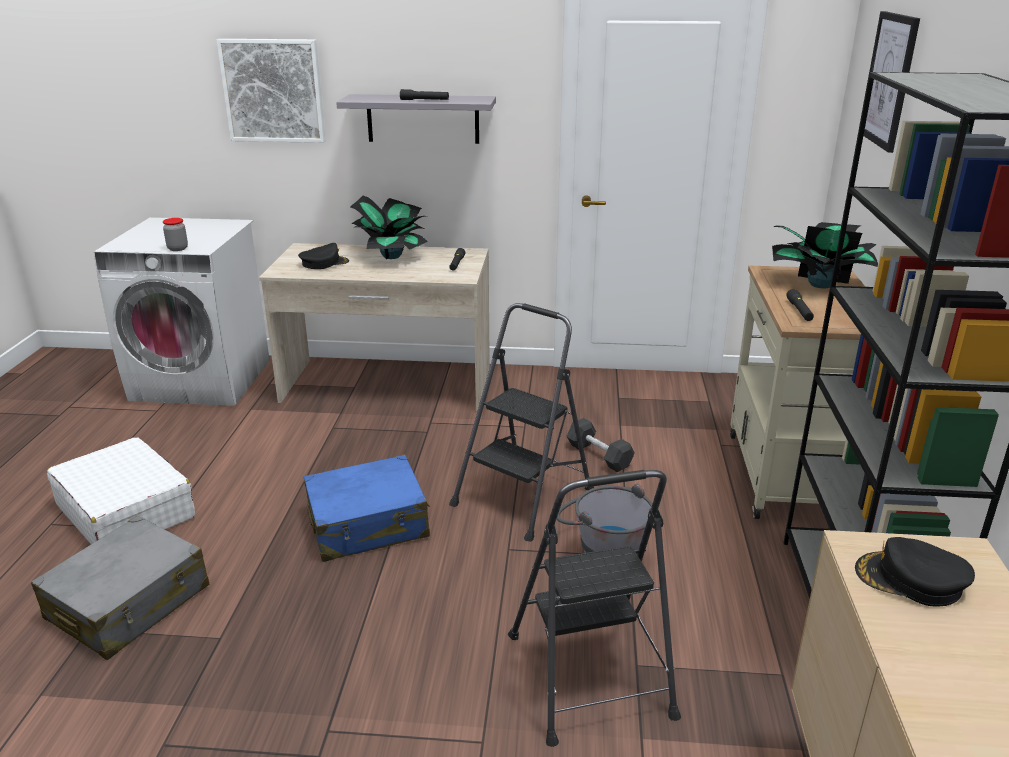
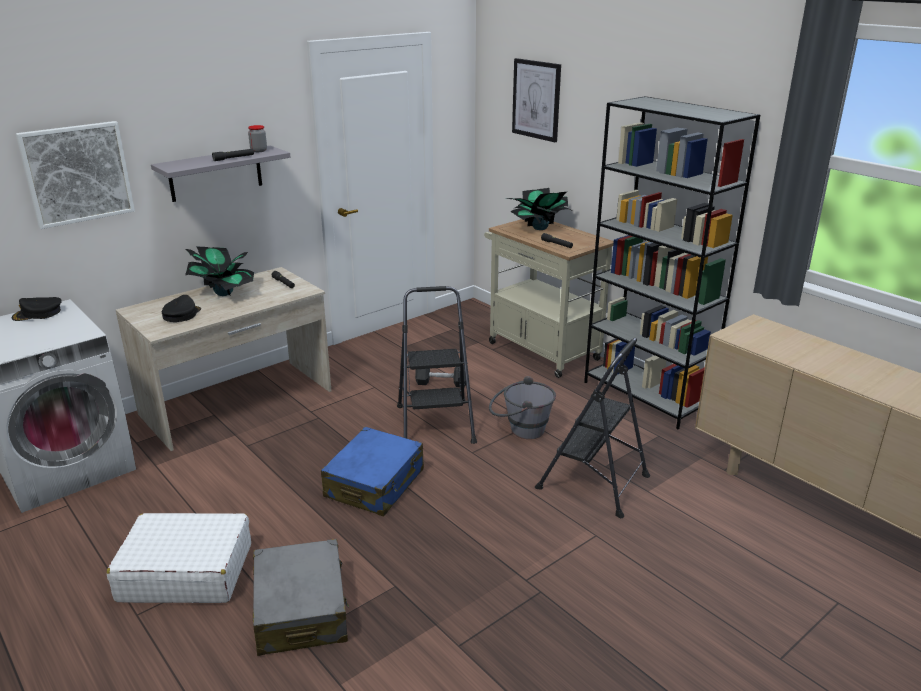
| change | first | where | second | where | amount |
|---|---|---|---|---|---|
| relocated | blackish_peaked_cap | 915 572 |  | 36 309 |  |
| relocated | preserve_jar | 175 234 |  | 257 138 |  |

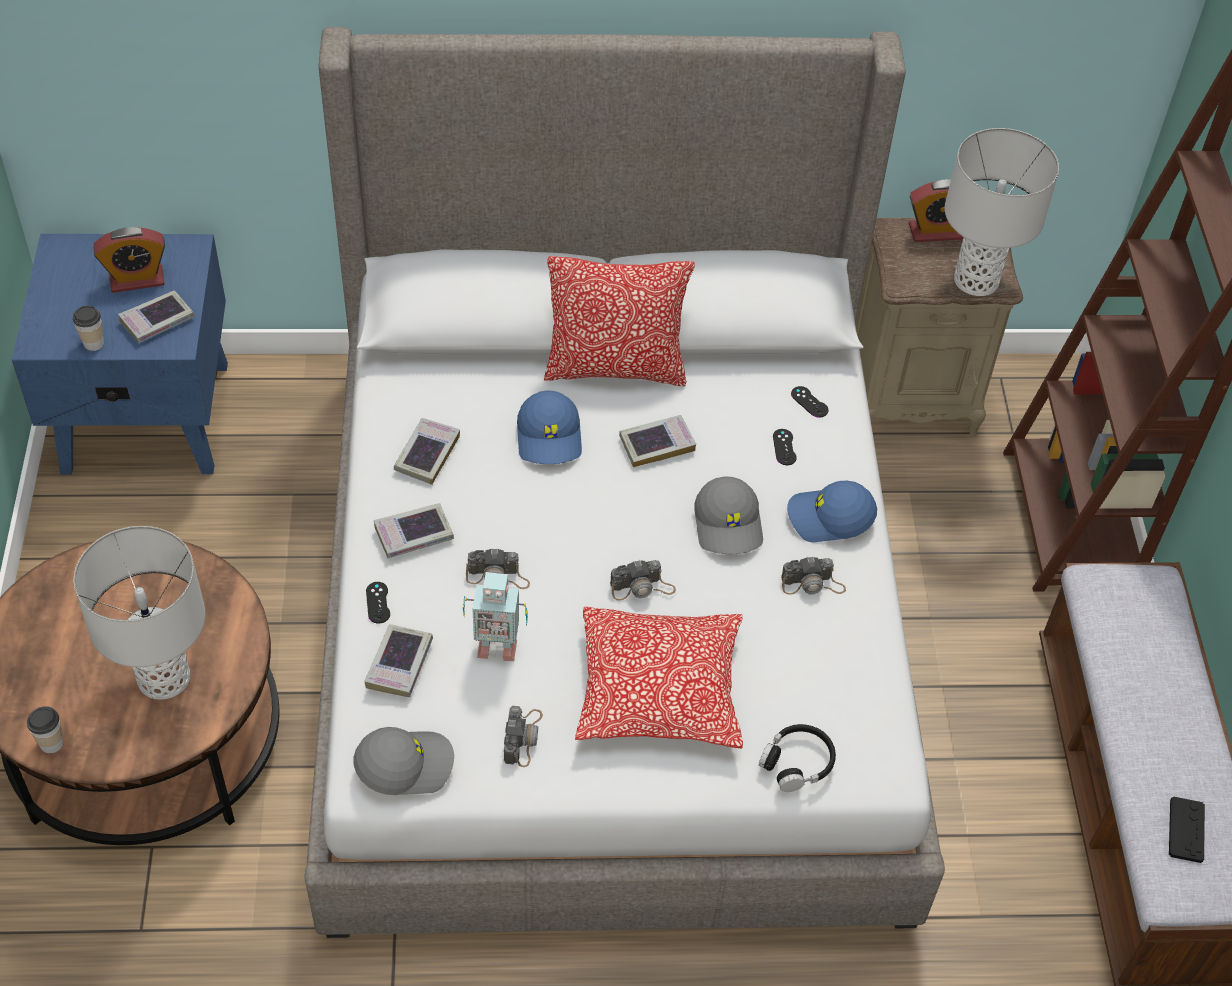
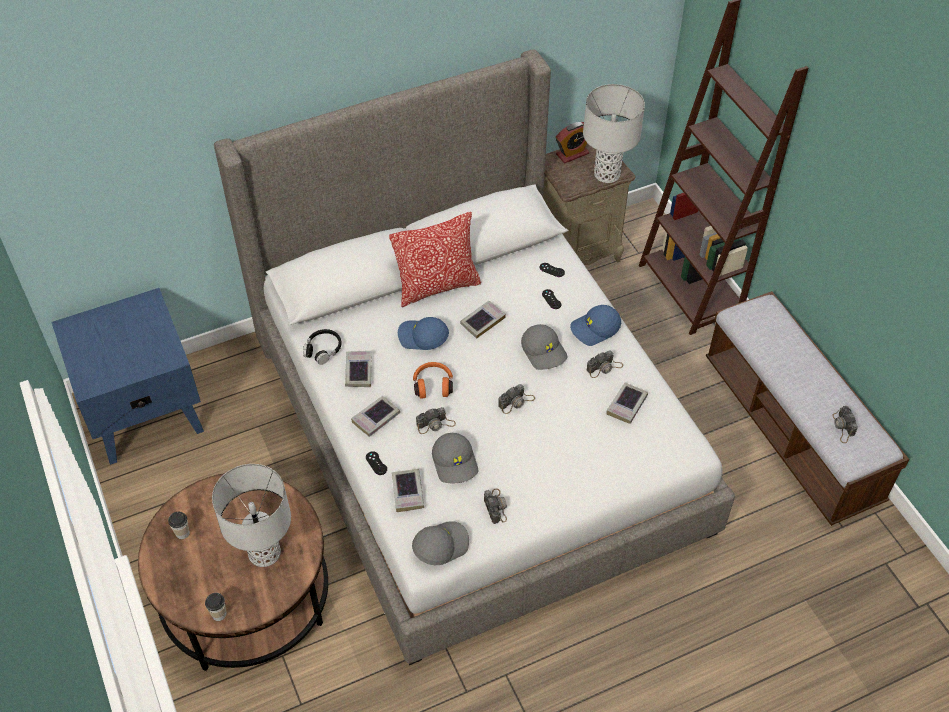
| change | first | where | second | where | amount |
|---|---|---|---|---|---|
| relocated | cup | 88 328 |  | 179 525 |  |
| relocated | blackish_headphones | 797 758 |  | 322 347 |  |
| spun | bluish_peaked_cap | 549 427 |  | 423 333 | 135 degrees clockwise |
| appeared |  |  | orangey_headphones | 433 380 |  |
| exchanged | toy_robot | 495 616 | greyish_peaked_cap | 455 458 |  |
| relocated | bound_book | 156 316 |  | 627 403 |  |
| exchanged | blackish_joypad | 1187 829 | still_camera | 845 424 |  |
| missing | table_clock | 129 260 |  |  |  |
| missing | cushion | 659 677 |  |  |  |

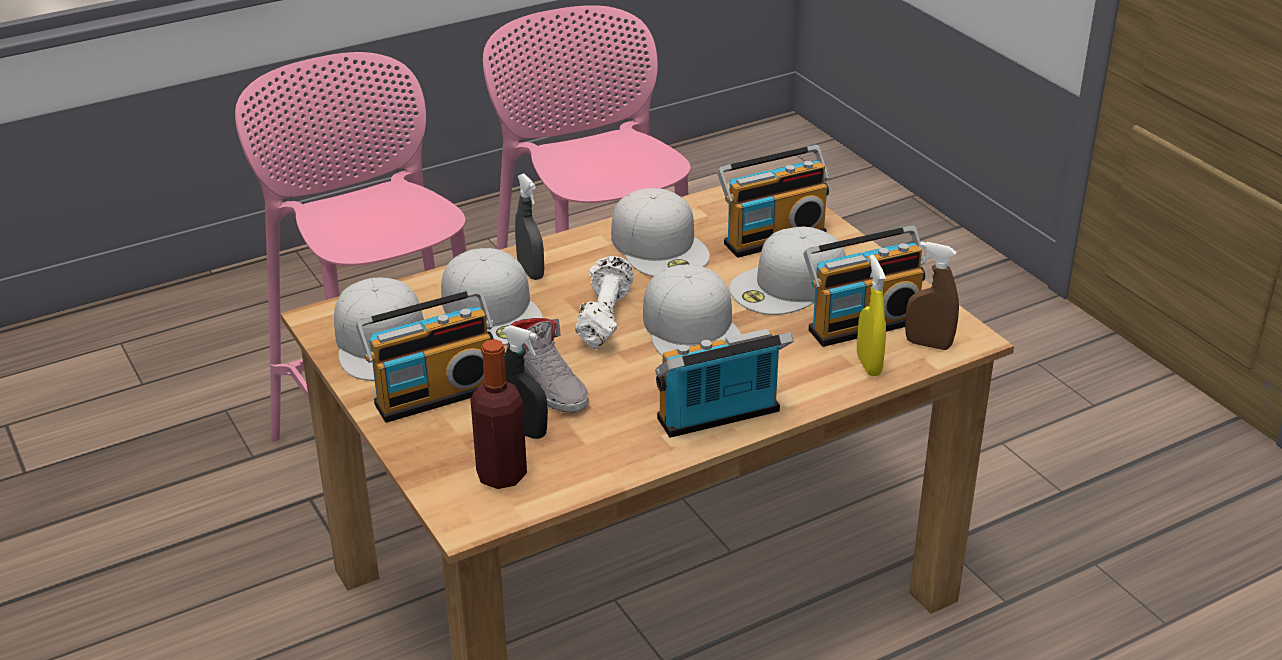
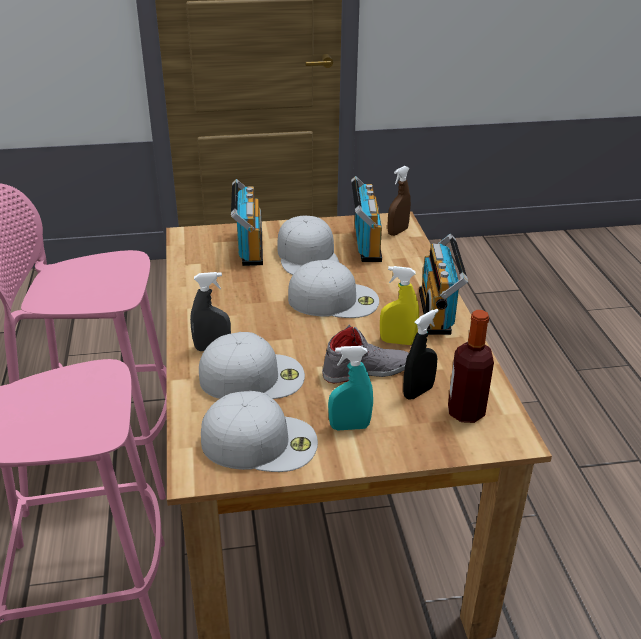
| change | first | where | second | where | amount |
|---|---|---|---|---|---|
| exchanged | radio_set | 425 355 | turquoise_spray_bottle | 350 388 |  |
| relocated | yellow_spray_bottle | 871 315 |  | 399 305 |  |
| missing | white-coloured_hand_weight | 604 302 |  |  |  |
| missing | white-coloured_peaked_cap | 660 232 |  |  |  |

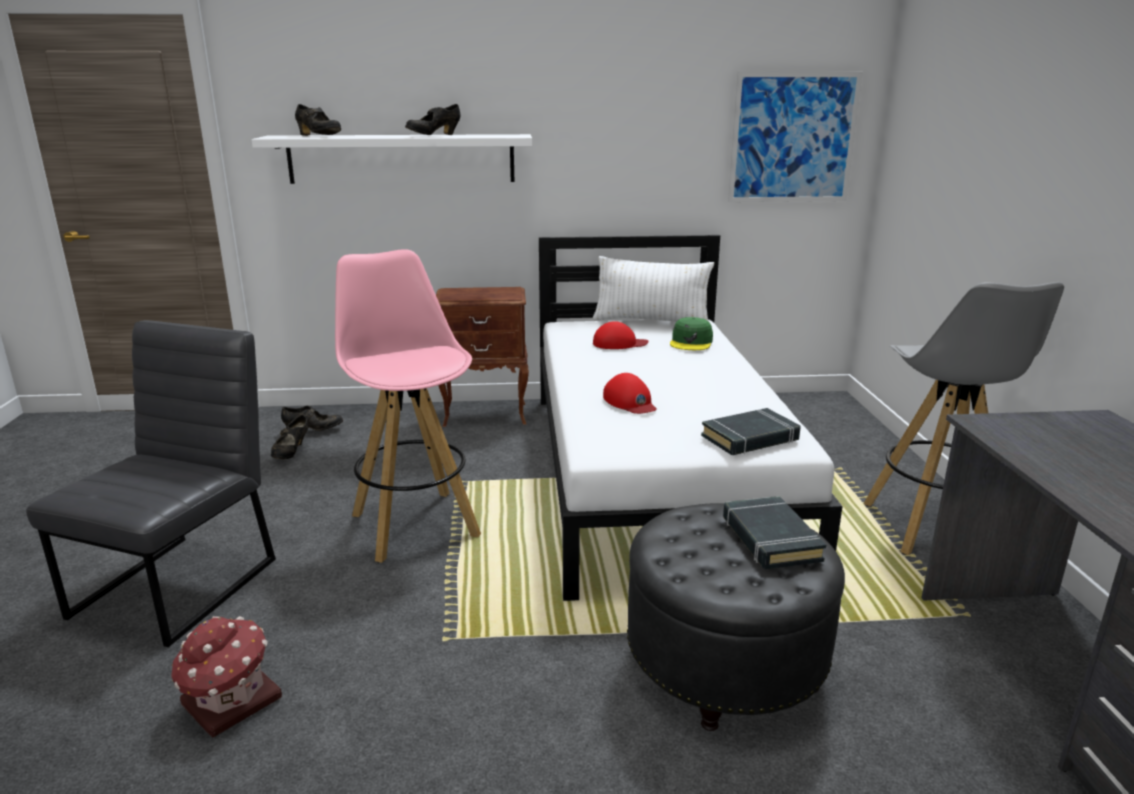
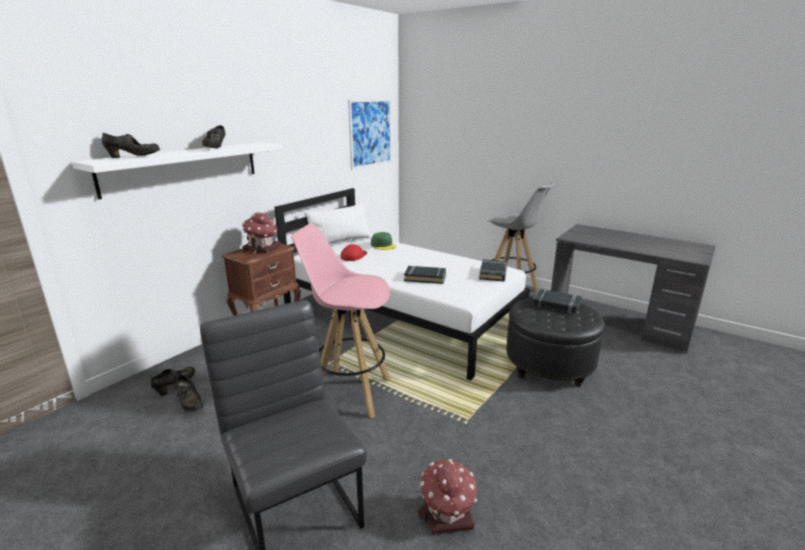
| change | first | where | second | where | amount |
|---|---|---|---|---|---|
| appeared |  |  | model_house | 261 233 |  |
| exchanged | reddish_peaked_cap | 630 393 | blackish_bound_book | 425 275 |  |

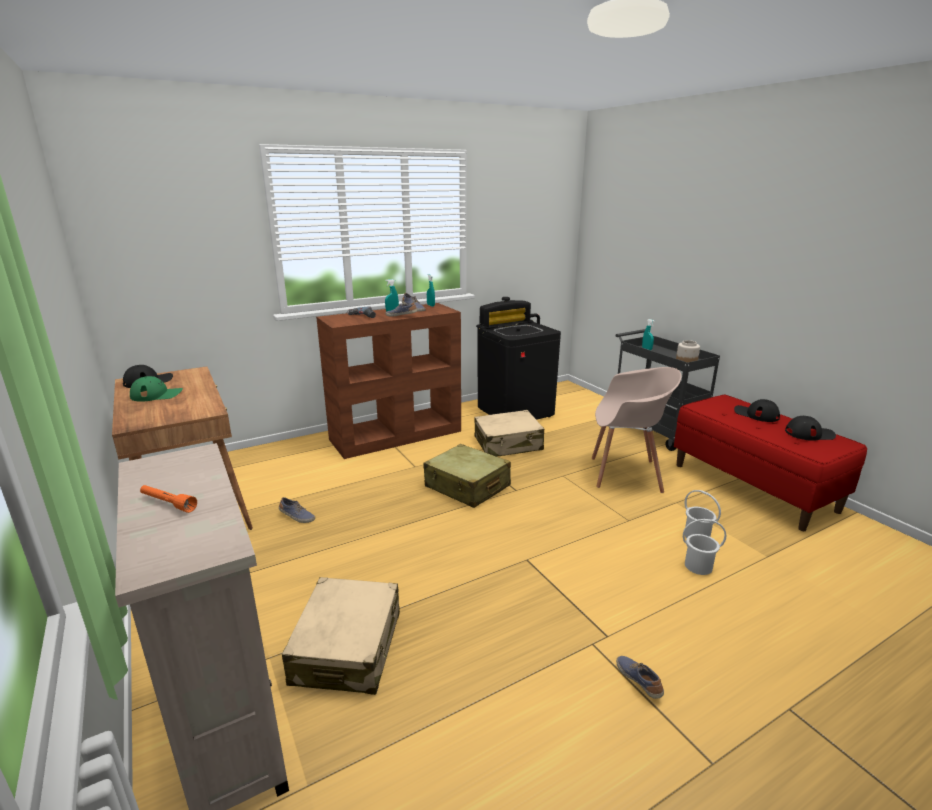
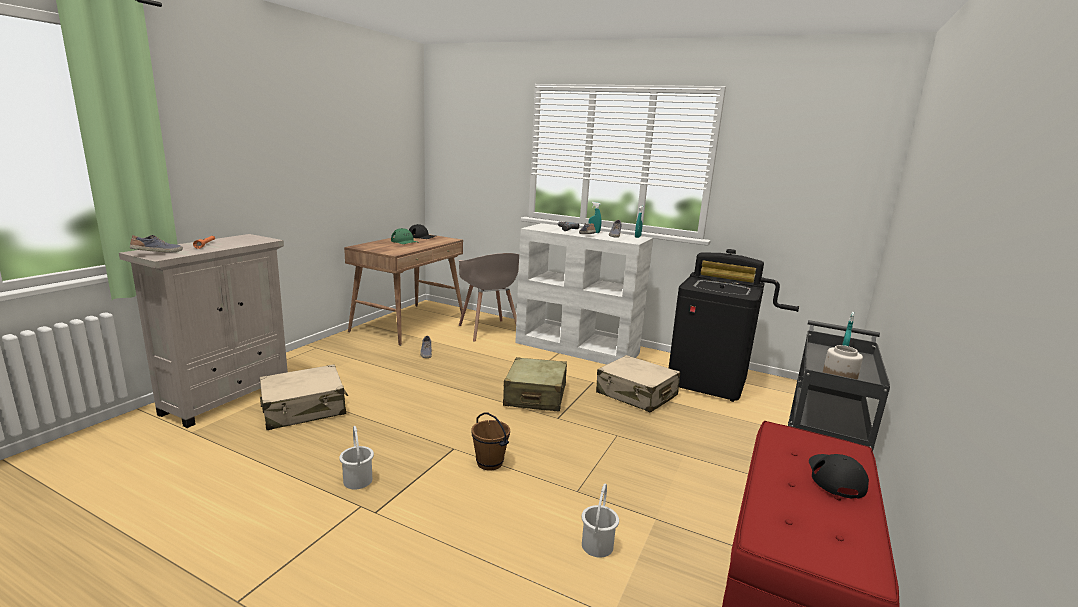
| change | first | where | second | where | amount |
|---|---|---|---|---|---|
| relocated | shoe | 640 677 |  | 156 244 |  |
| relocated | white-coloured_bucket | 704 547 |  | 356 457 |  |
| relocated | sand-coloured_chair | 636 430 |  | 488 297 |  |
| appeared |  |  | brownish_bucket | 490 441 |  |
| colour | brownish_bookcase | 388 381 | white-coloured_bookcase | 584 294 |  |
| missing | blackish_peaked_cap | 810 428 |  |  |  |

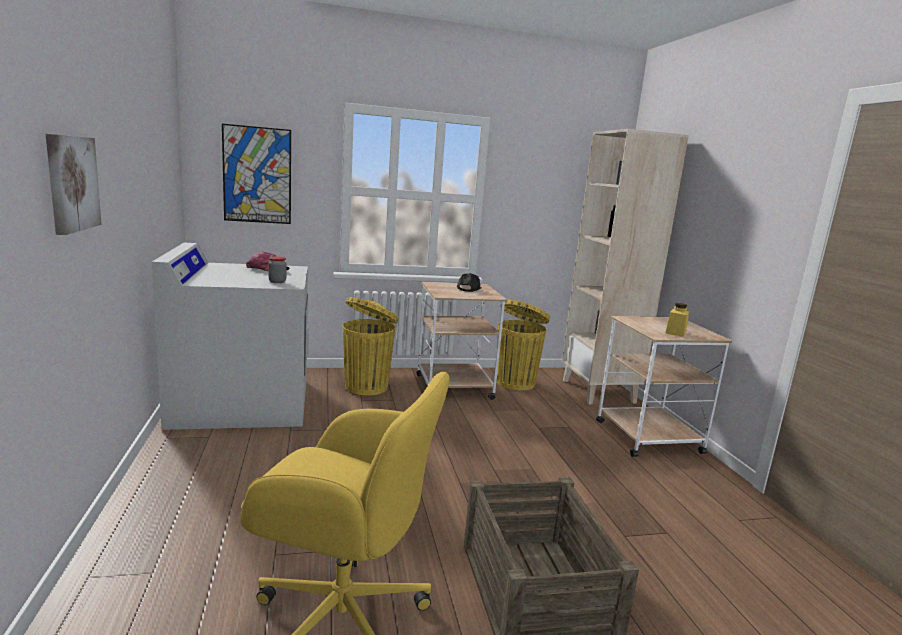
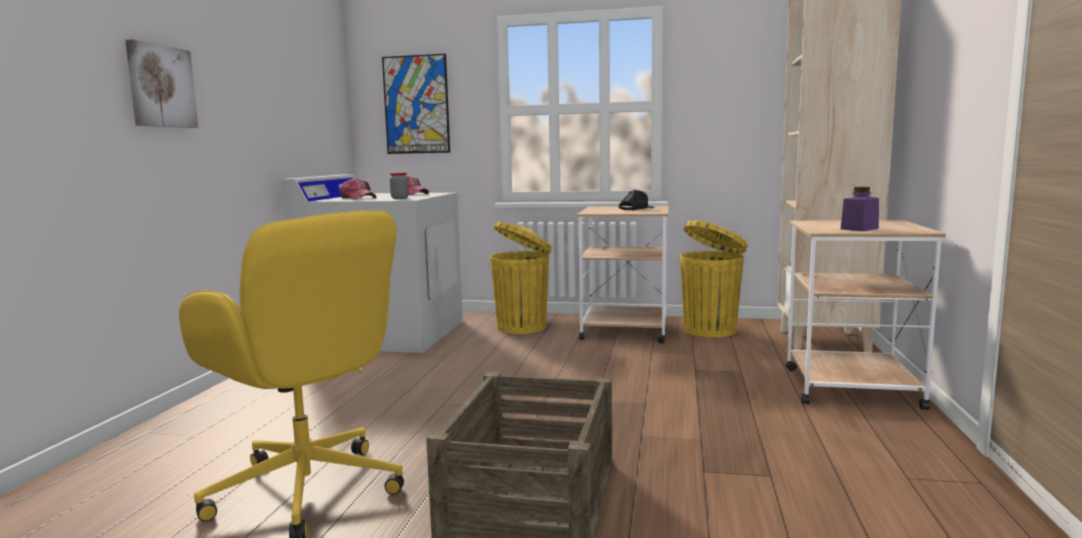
| change | first | where | second | where | amount |
|---|---|---|---|---|---|
| appeared |  |  | peaked_cap | 358 189 |  |
| colour | yellow_preserve_jar | 677 320 | purple-coloured_preserve_jar | 860 209 |  |

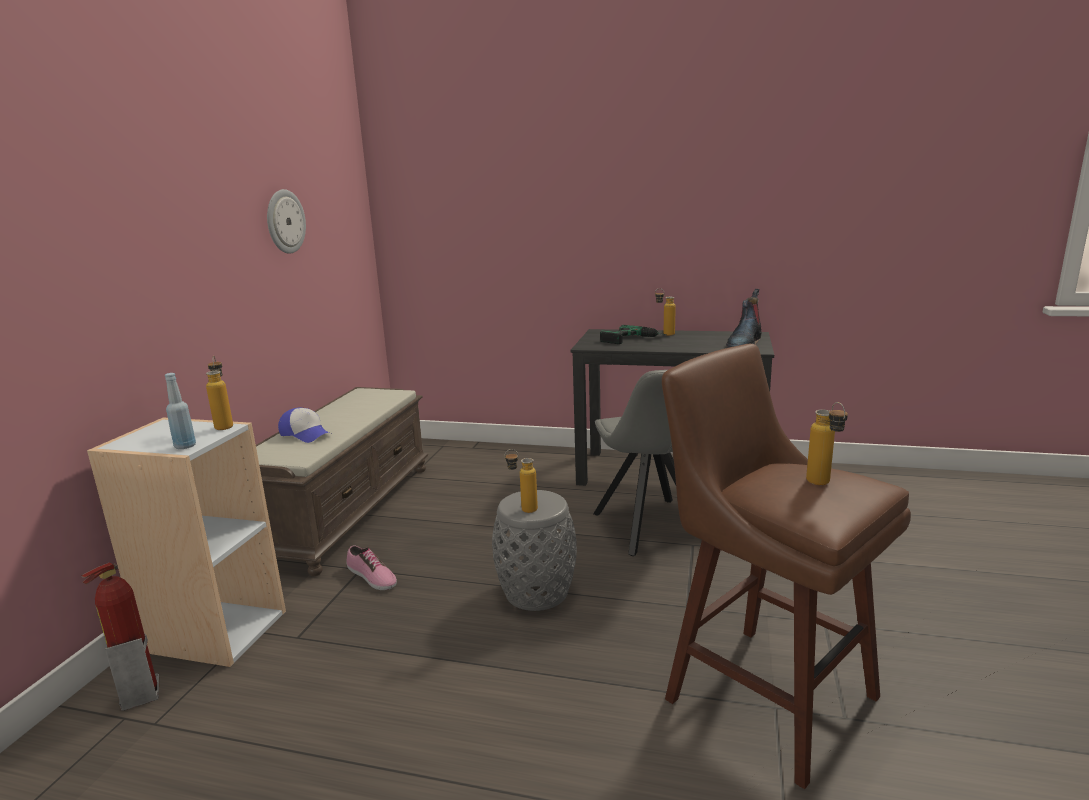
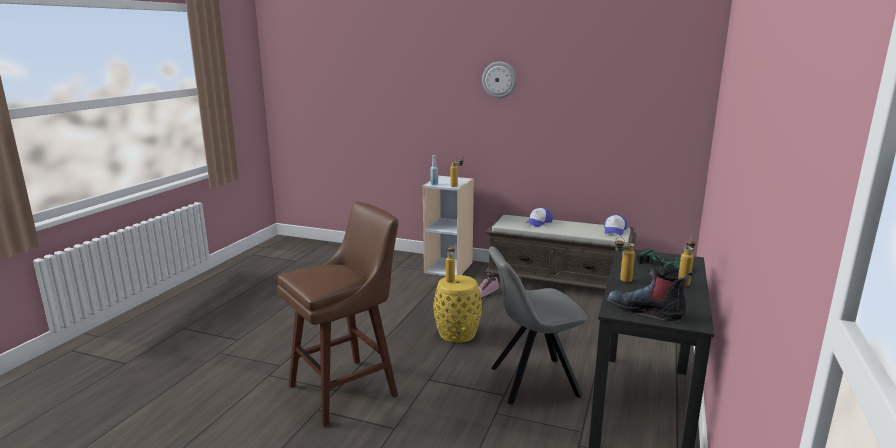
| change | first | where | second | where | amount |
|---|---|---|---|---|---|
| colour | greyish_sitting_stool | 534 550 | yellow_sitting_stool | 458 309 |  |
| relocated | clock_on_the_wall | 286 221 |  | 499 79 |  |
| appeared |  |  | peaked_cap | 615 225 |  |
| relocated | drink_bottle | 827 443 |  | 625 259 |  |
| missing | fire-fighting_cylinder | 120 637 |  |  |  |

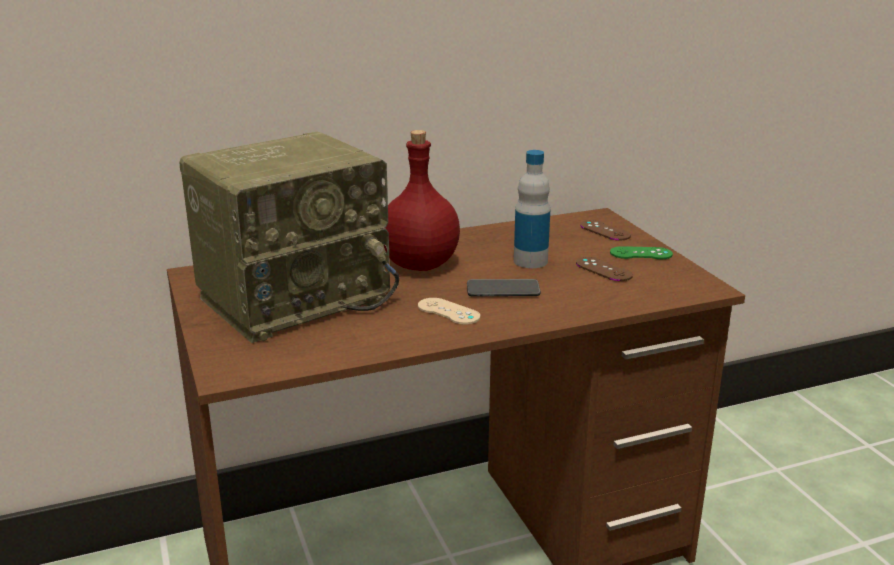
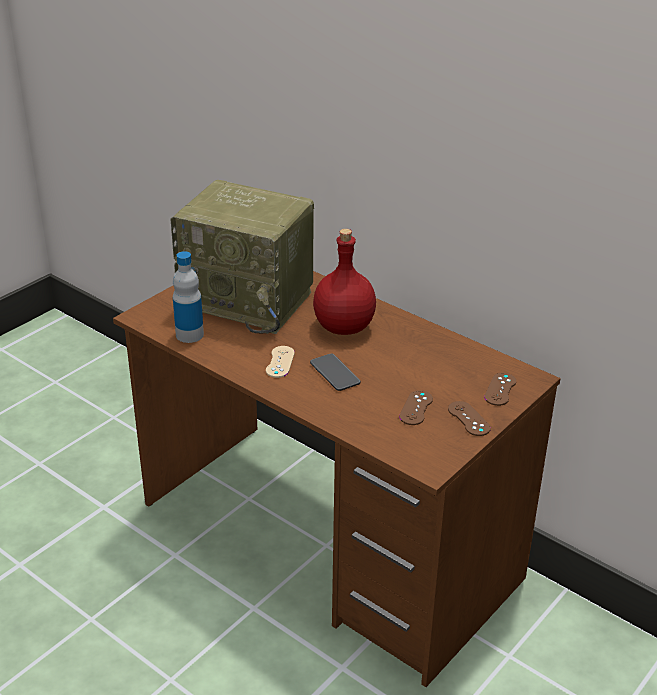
| change | first | where | second | where | amount |
|---|---|---|---|---|---|
| relocated | drink_bottle | 532 209 |  | 188 297 |  |
| colour | greenish_joypad | 641 252 | brownish_joypad | 469 418 |  |

